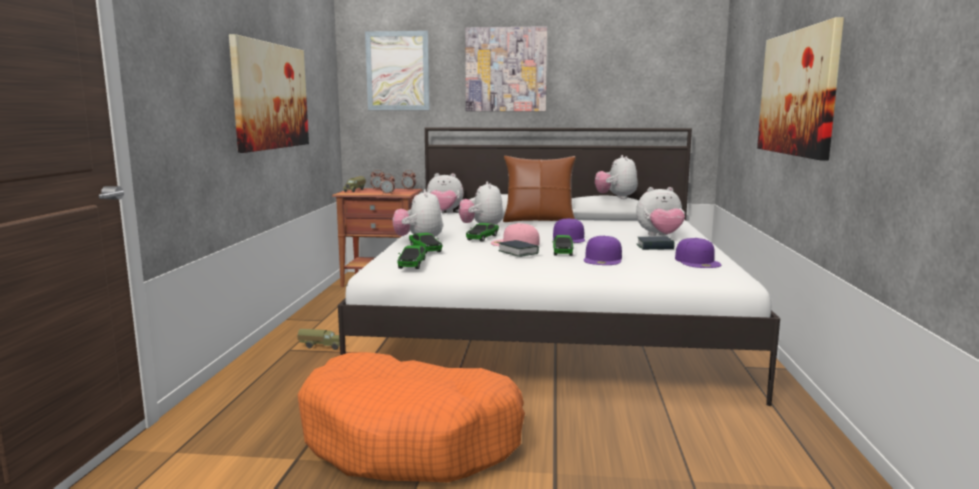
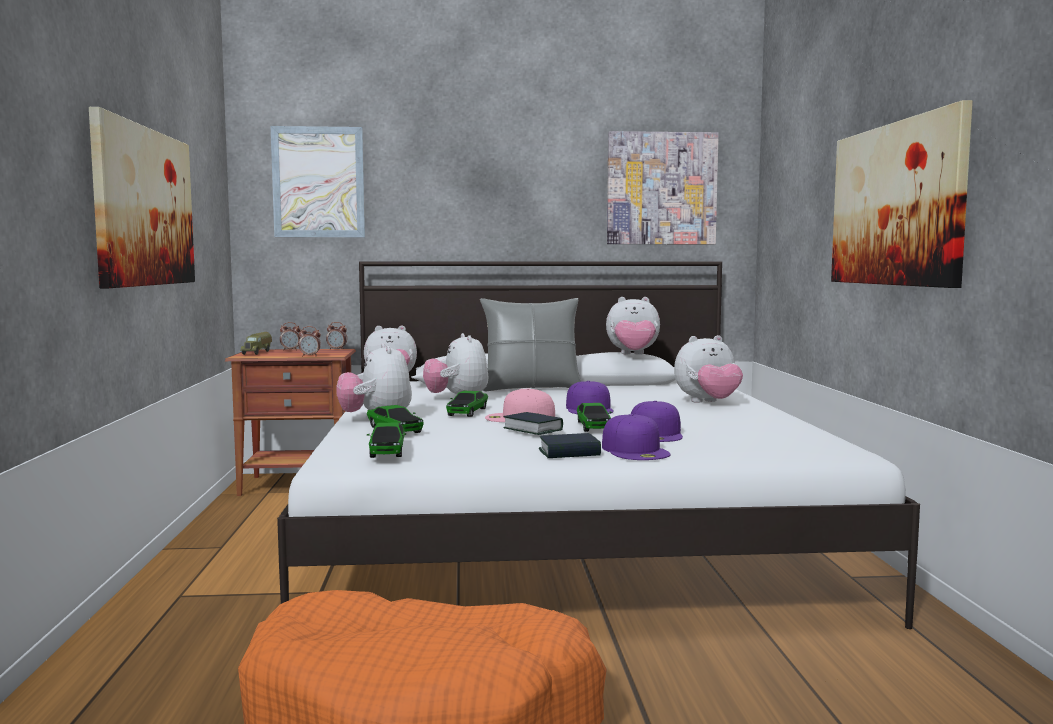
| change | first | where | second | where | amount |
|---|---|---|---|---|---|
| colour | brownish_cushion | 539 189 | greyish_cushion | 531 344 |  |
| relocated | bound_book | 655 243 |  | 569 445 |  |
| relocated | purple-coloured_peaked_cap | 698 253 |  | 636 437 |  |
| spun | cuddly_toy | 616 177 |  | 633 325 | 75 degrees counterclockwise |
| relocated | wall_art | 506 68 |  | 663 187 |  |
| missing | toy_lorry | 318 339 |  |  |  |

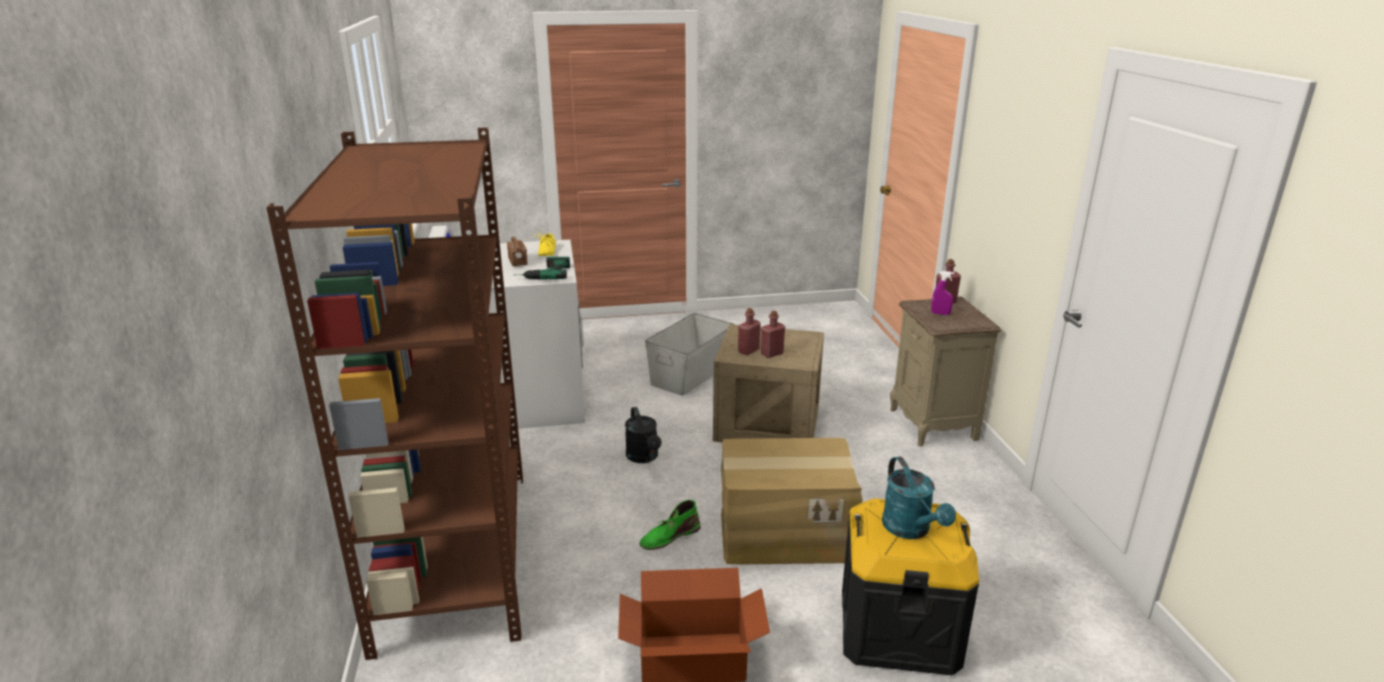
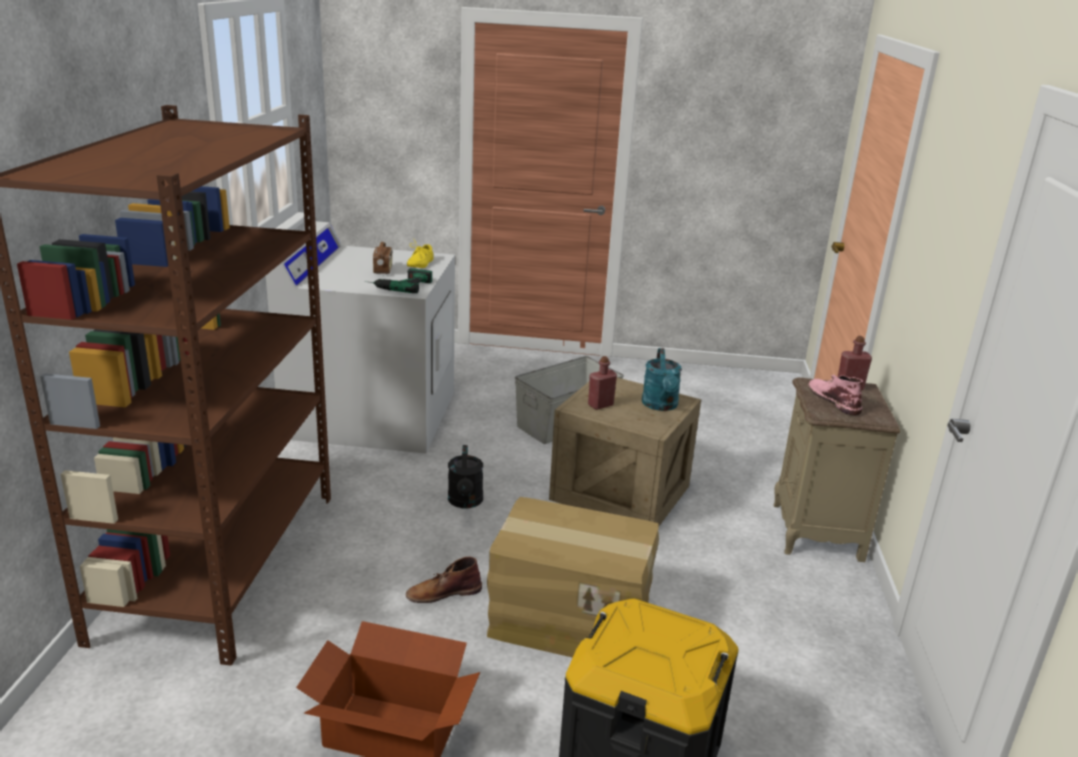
| change | first | where | second | where | amount |
|---|---|---|---|---|---|
| colour | greenish_high-top_boot | 670 525 | brownish_high-top_boot | 444 579 |  |
| relocated | turquoise_sprinkling_can | 919 498 |  | 662 379 |  |
| exchanged | purple-coloured_spray_bottle | 942 293 | pinkish_high-top_boot | 836 395 |  |
| missing | reddish_drink_bottle | 773 334 |  |  |  |

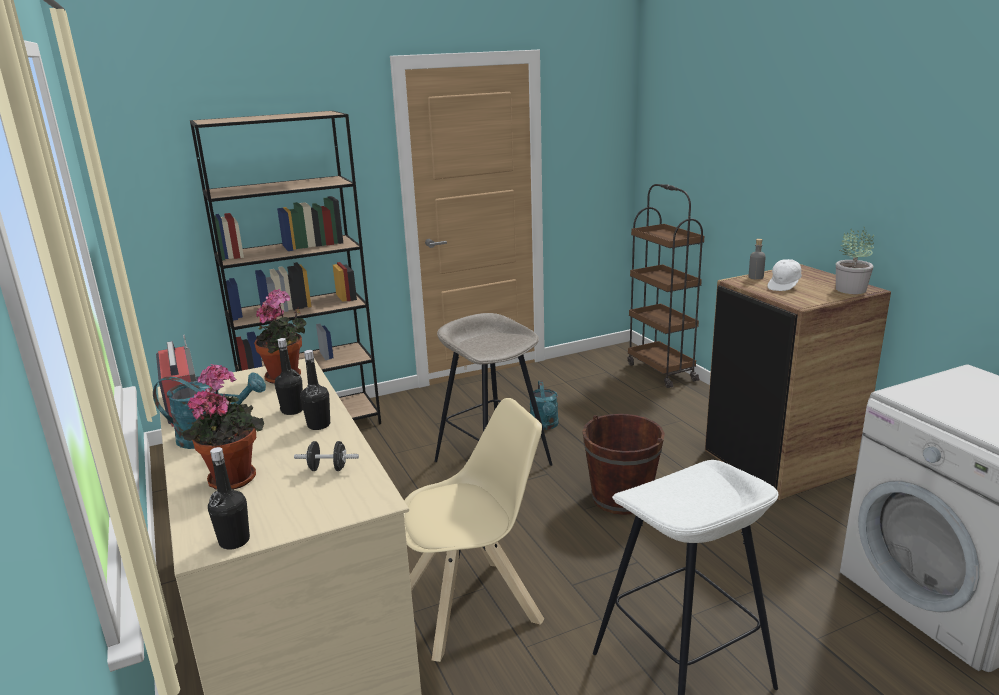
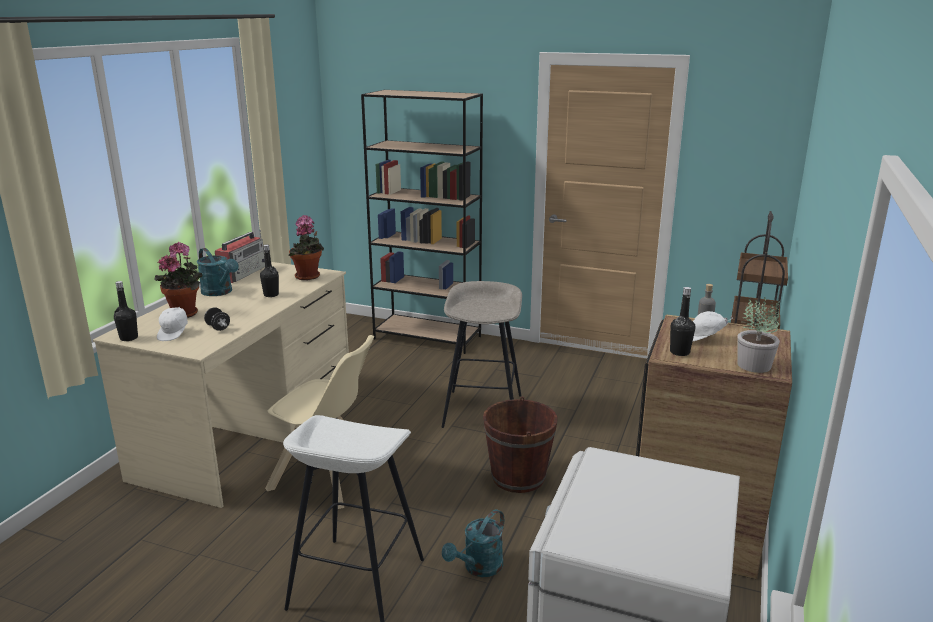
| change | first | where | second | where | amount |
|---|---|---|---|---|---|
| appeared |  |  | white-coloured_peaked_cap | 172 324 |  |
| relocated | turquoise_sprinkling_can | 544 405 |  | 473 543 |  |
| relocated | blackish_drink_bottle | 315 390 |  | 682 321 |  |

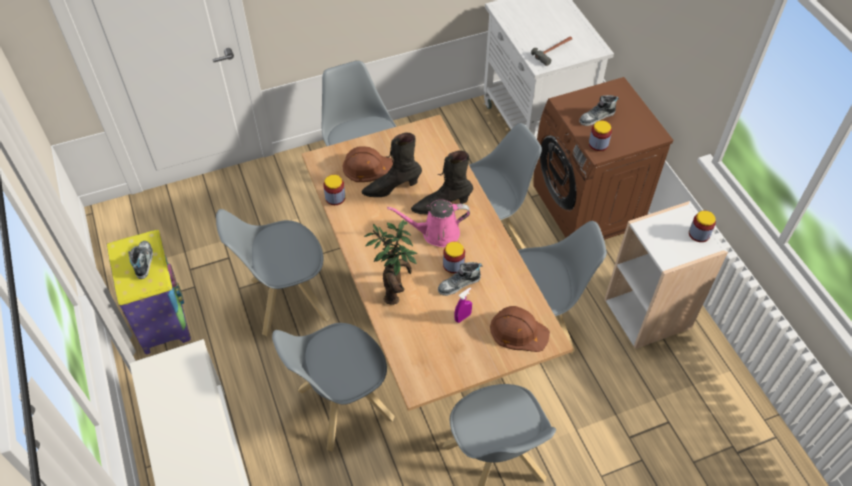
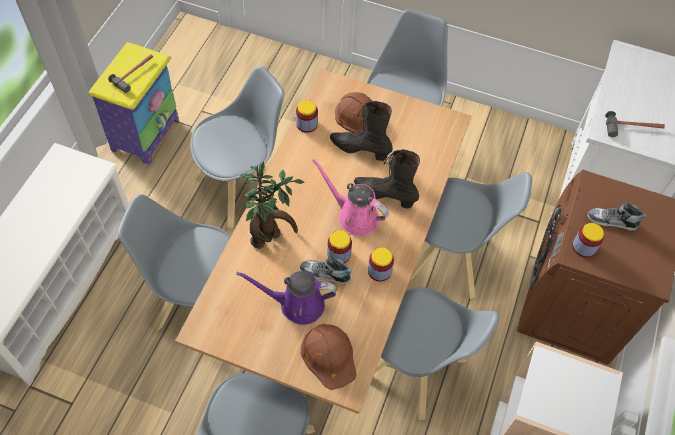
| change | first | where | second | where | amount |
|---|---|---|---|---|---|
| exchanged | shoe | 140 260 | tool_hammer | 130 73 |  |
| spun | greyish_chair | 273 273 |  | 237 147 | 120 degrees clockwise |
| exchanged | purple-coloured_spray_bottle | 463 305 | purple-coloured_sprinkling_can | 286 298 |  |
| relocated | preserve_jar | 702 226 |  | 381 264 |  |

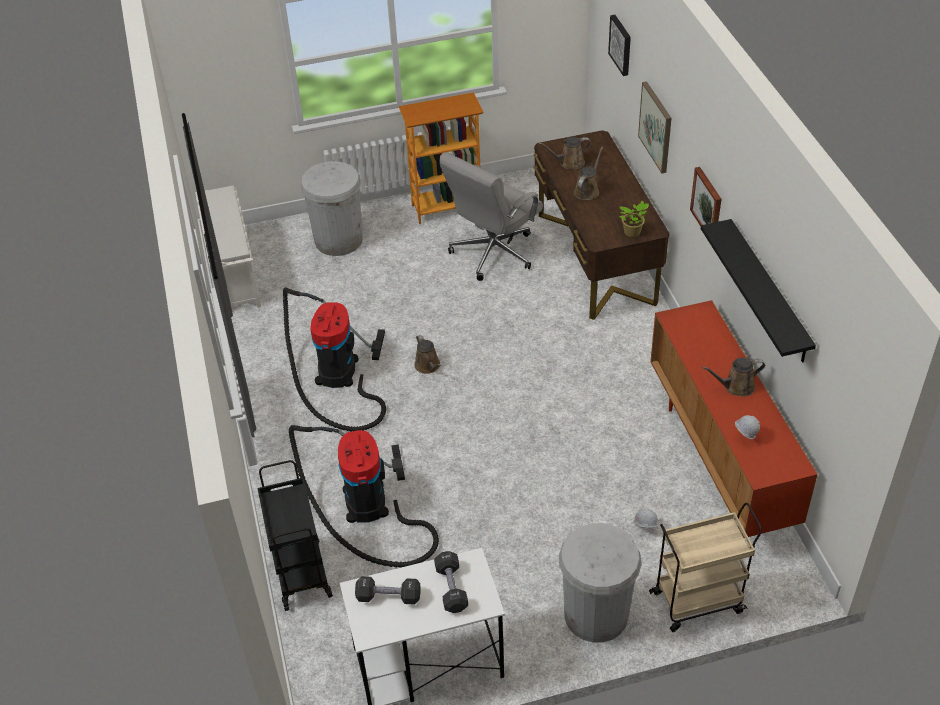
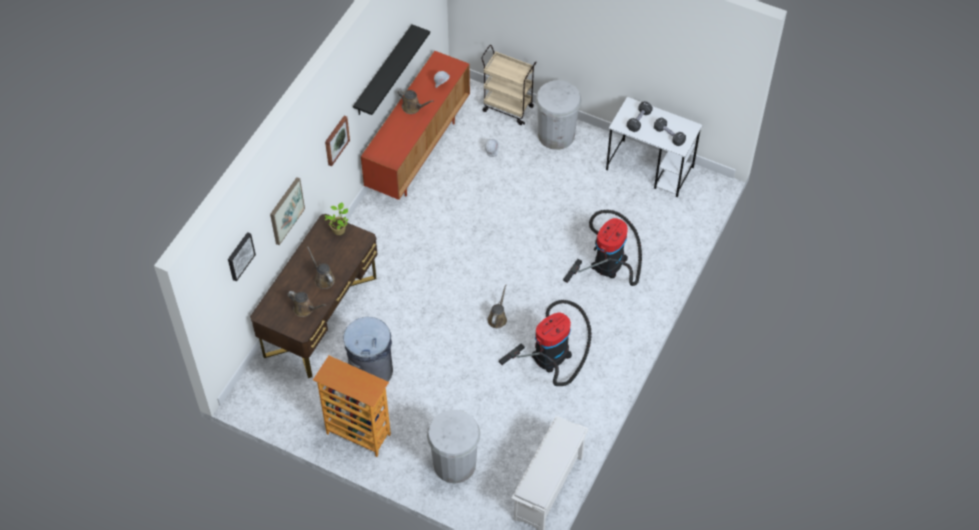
| change | first | where | second | where | amount |
|---|---|---|---|---|---|
| spun | brownish_sprinkling_can | 588 173 |  | 321 267 | 75 degrees clockwise |
| exchanged | greyish_computer_chair | 491 216 | greyish_trash_can | 368 349 |  |
| missing | blackish_wheeled_cart | 295 535 |  |  |  |

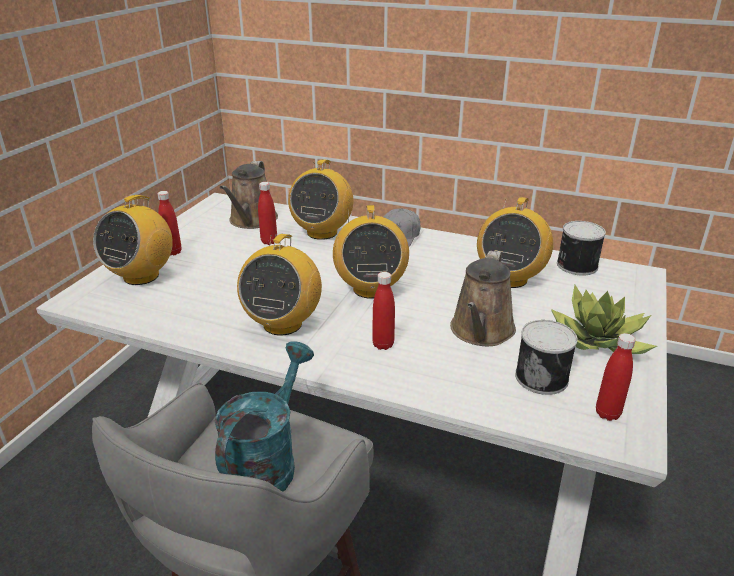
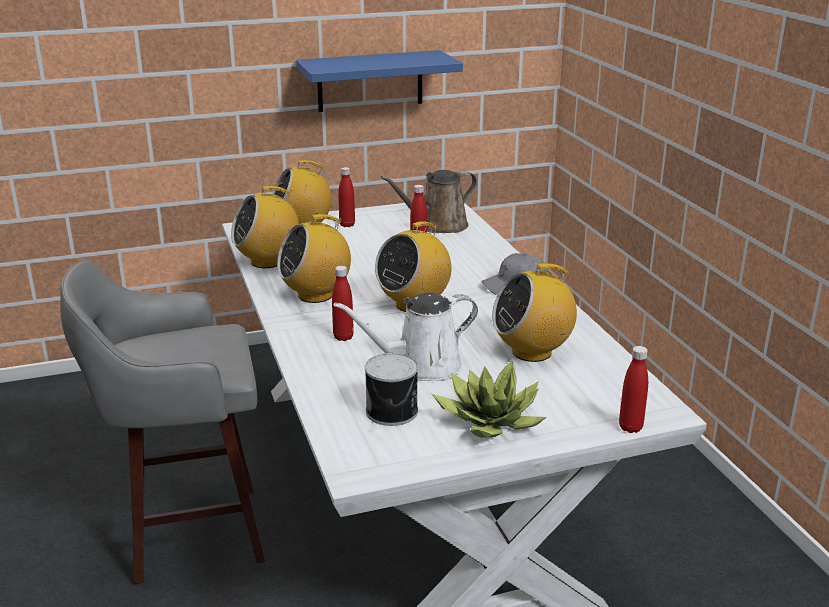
| change | first | where | second | where | amount |
|---|---|---|---|---|---|
| relocated | radio_set | 320 199 |  | 265 227 |  |
| appeared |  |  | bluish_bracket_shelf | 379 81 |  |
| colour | brownish_sprinkling_can | 483 298 | white-coloured_sprinkling_can | 406 337 |  |
| relocated | reddish_drink_bottle | 616 377 |  | 633 389 |  |
| missing | turquoise_sprinkling_can | 264 417 |  |  |  |
| missing | sealed_can | 581 248 |  |  |  |

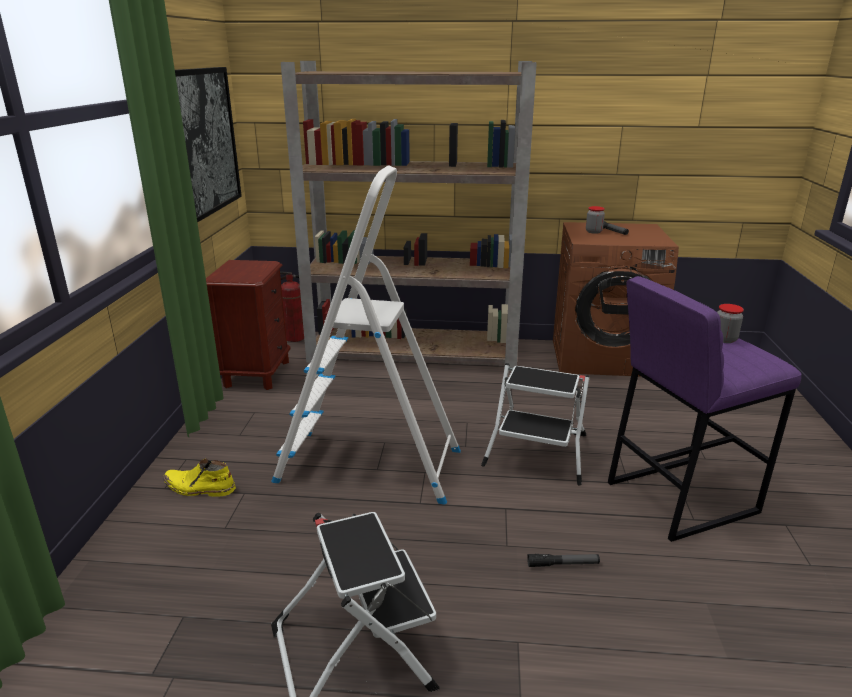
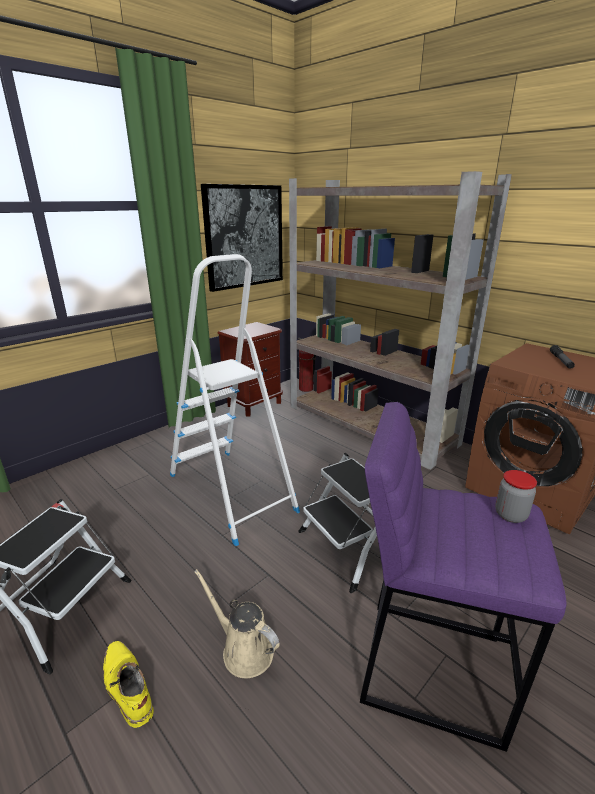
| change | first | where | second | where | amount |
|---|---|---|---|---|---|
| relocated | yellow_high-top_boot | 199 477 |  | 128 684 |  |
| exchanged | hand_torch | 563 560 | sand-coloured_sprinkling_can | 237 623 |  |
| missing | preserve_jar | 595 220 |  |  |  |

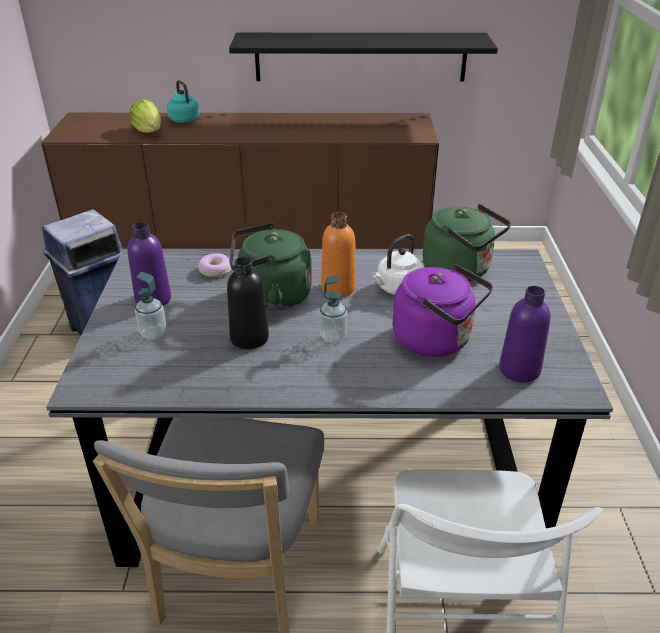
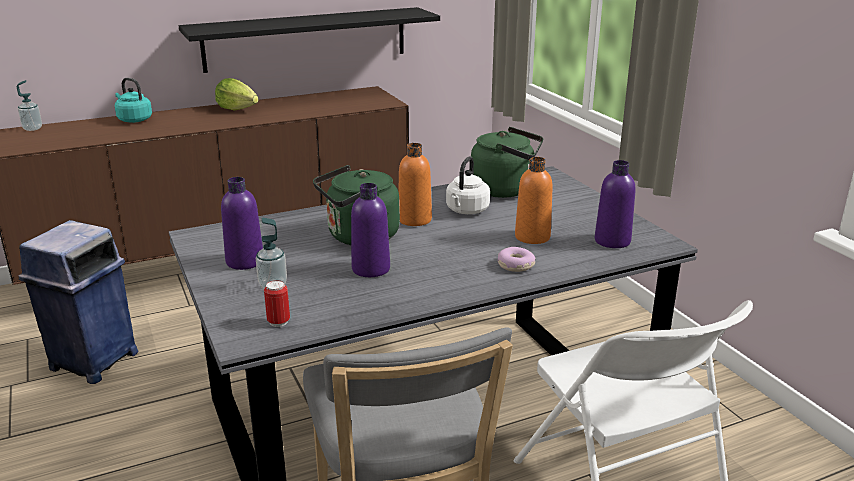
| change | first | where | second | where | amount |
|---|---|---|---|---|---|
| relocated | soap_bottle | 333 309 |  | 29 105 |  |
| relocated | head_of_lettuce | 145 116 |  | 237 94 |  |
| appeared |  |  | sealed_can | 277 303 |  |
| colour | blackish_drink_bottle | 248 303 | purple-coloured_drink_bottle | 370 230 |  |
| relocated | donut | 214 265 |  | 516 259 |  |
| exchanged | purple-coloured_tea_kettle | 443 310 | orangey_drink_bottle | 534 200 |  |

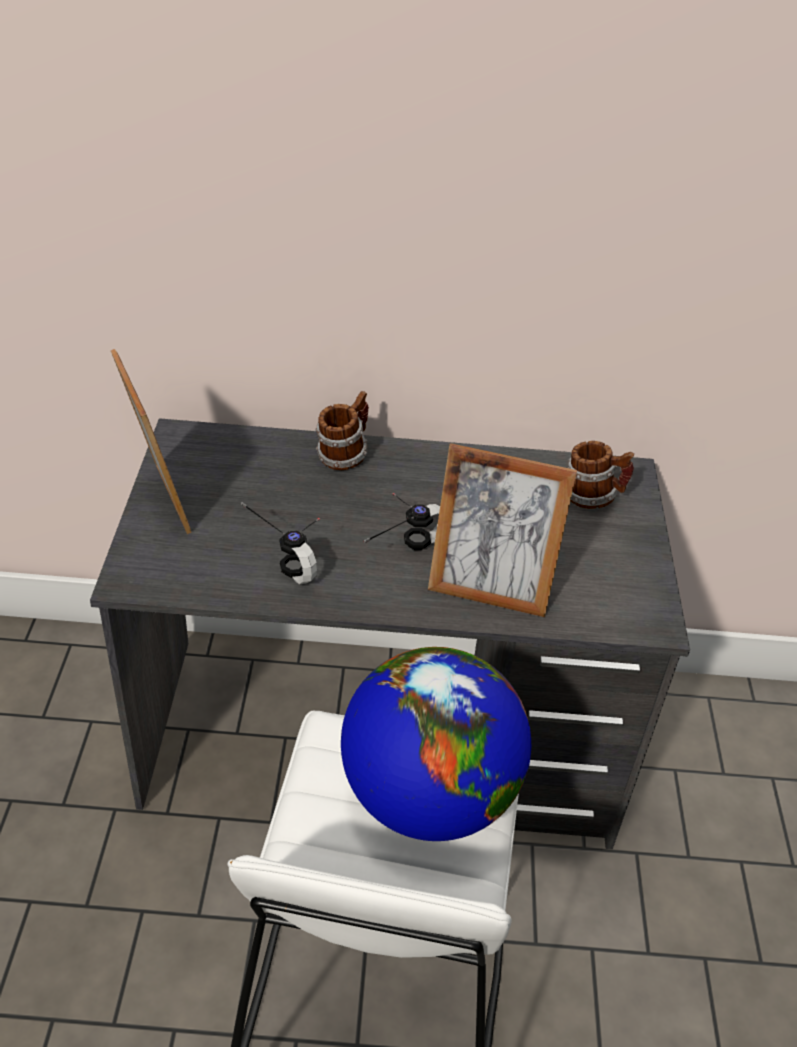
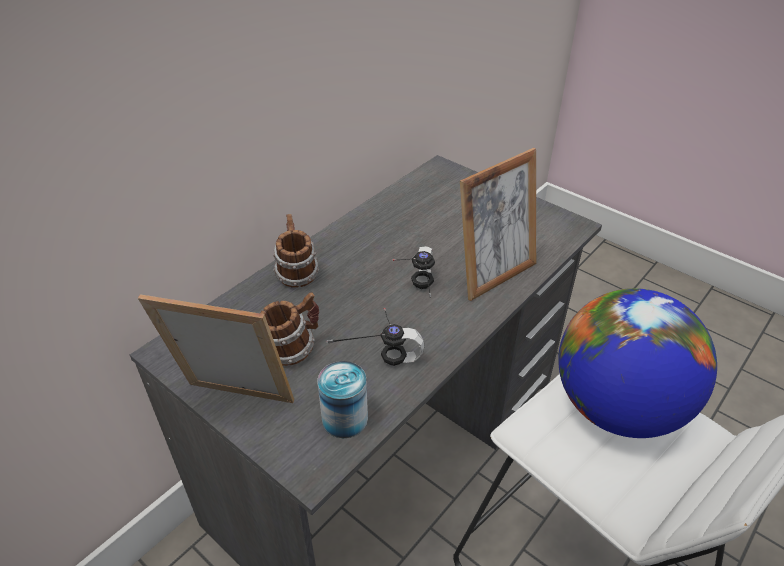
| change | first | where | second | where | amount |
|---|---|---|---|---|---|
| relocated | mug | 601 475 |  | 289 329 |  |
| appeared |  |  | sealed_can | 342 399 |  |

